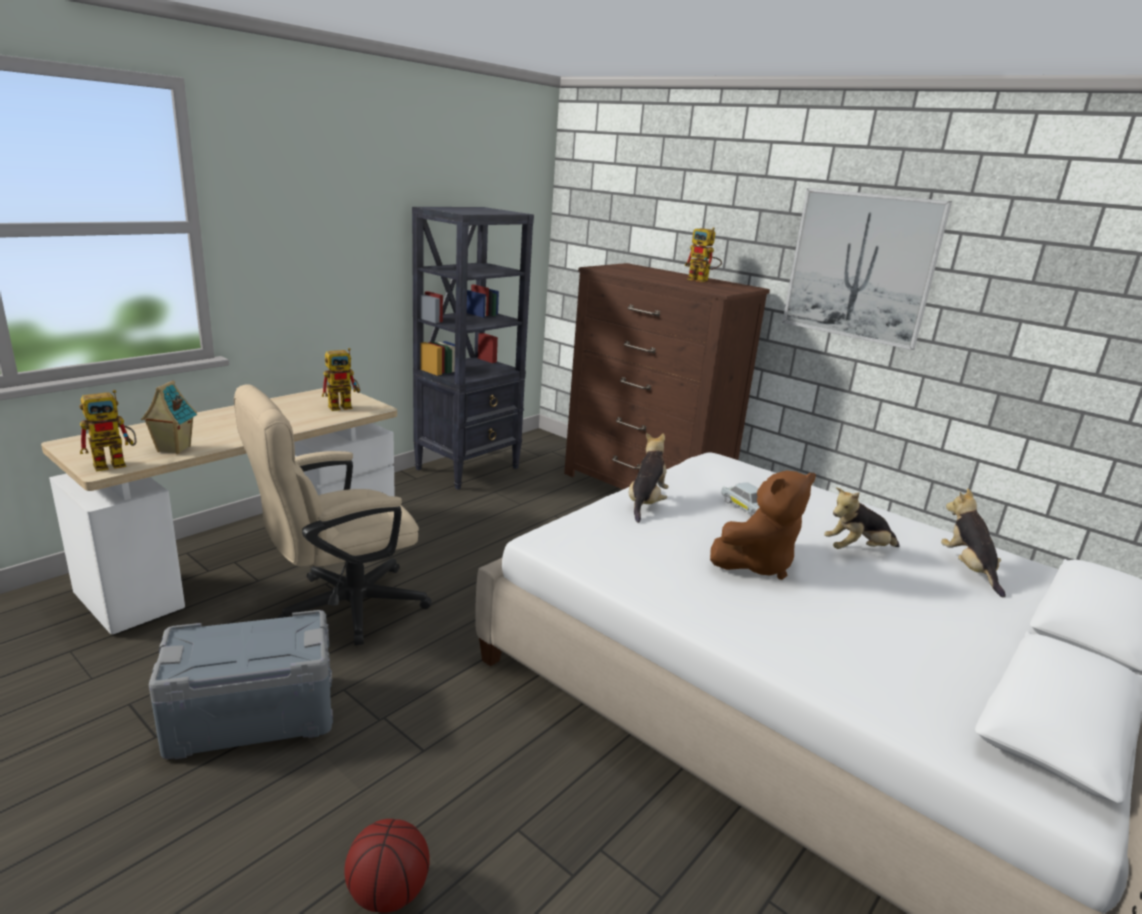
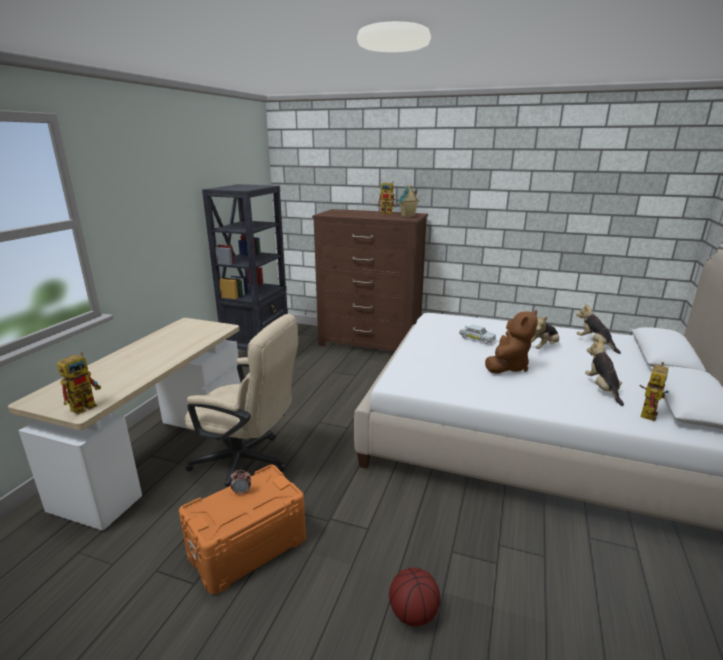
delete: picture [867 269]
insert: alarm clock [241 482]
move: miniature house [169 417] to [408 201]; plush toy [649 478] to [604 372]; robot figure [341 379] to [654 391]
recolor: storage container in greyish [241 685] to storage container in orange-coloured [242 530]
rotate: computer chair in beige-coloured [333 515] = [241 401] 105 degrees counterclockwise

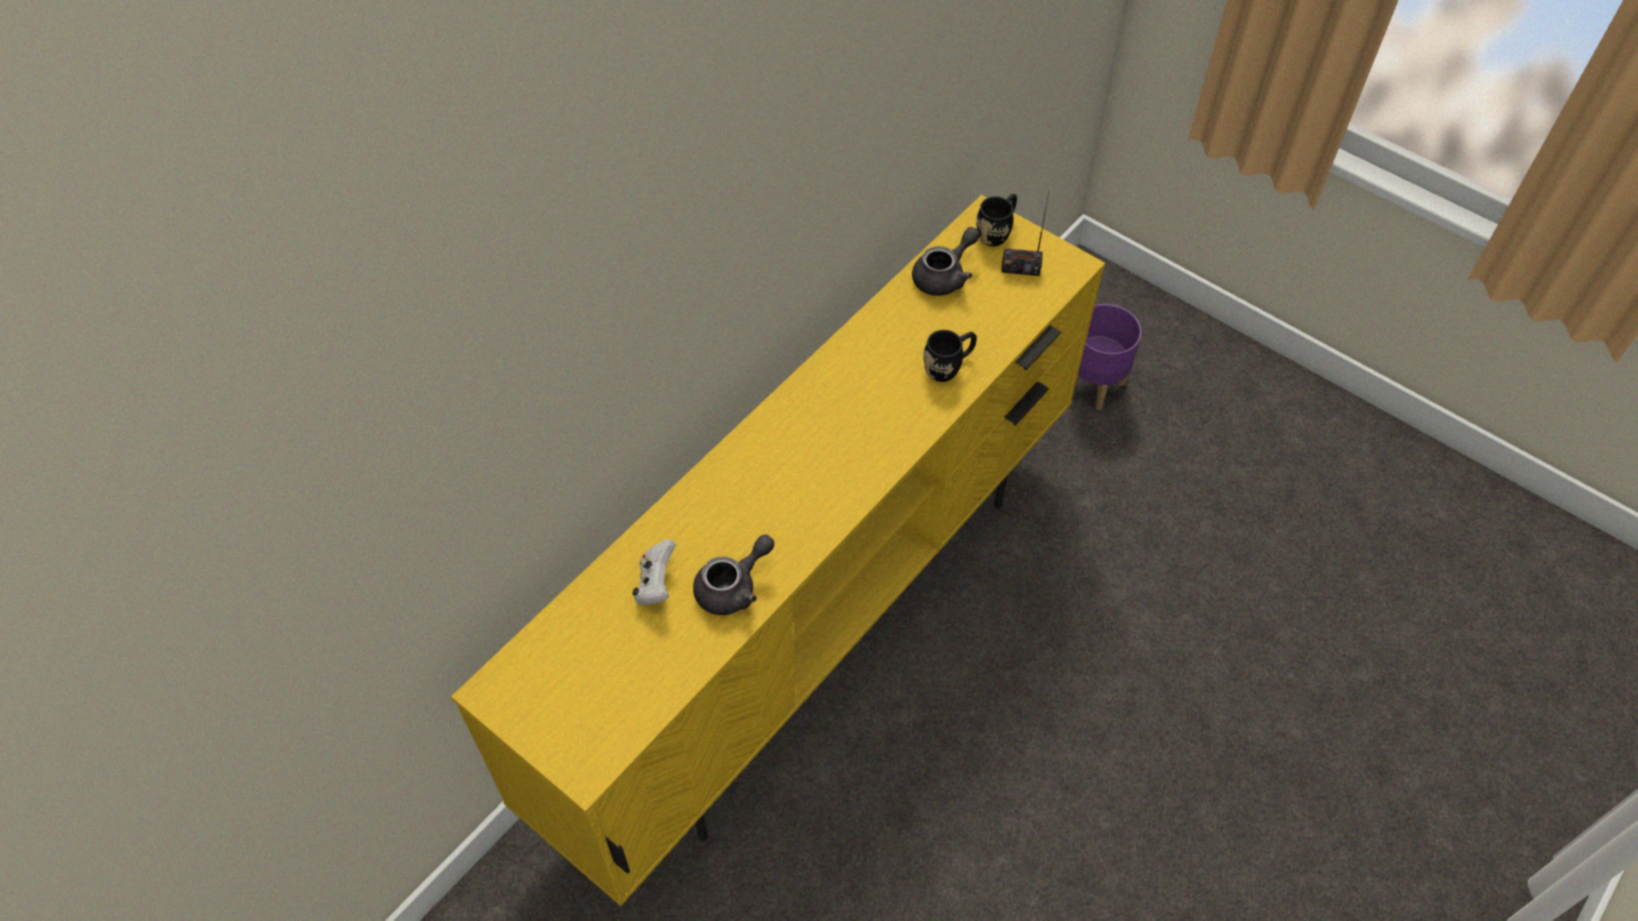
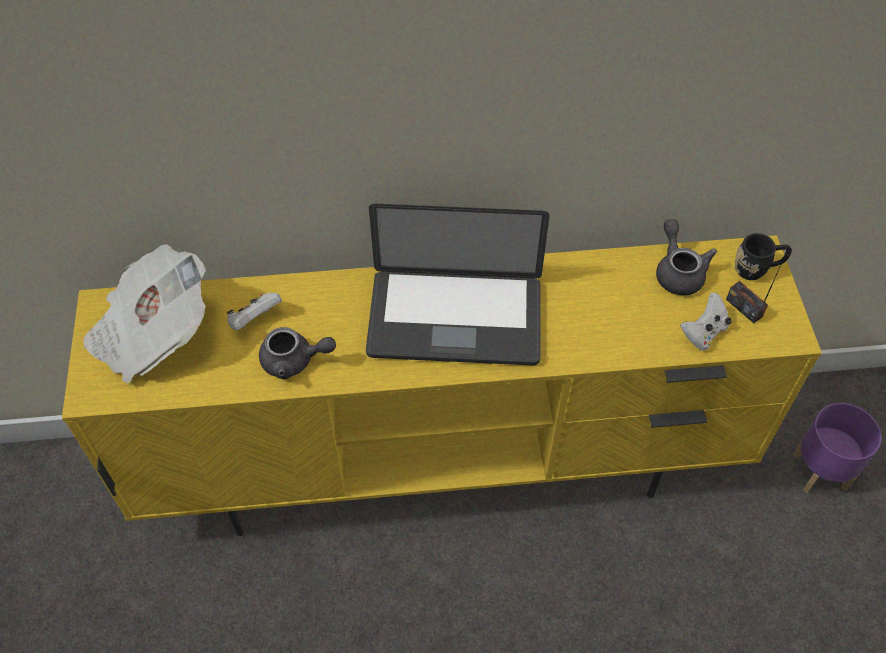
delete: coffee mug in black [950 356]
insert: daily paper [145 313]; portable computer [458 284]; joypad in whitish [706 322]
rotate: teapot in greyish [946 261] = [686 257] 105 degrees counterclockwise

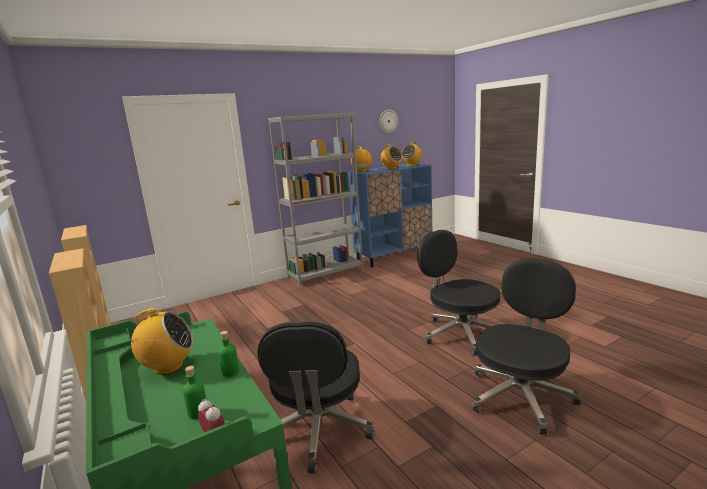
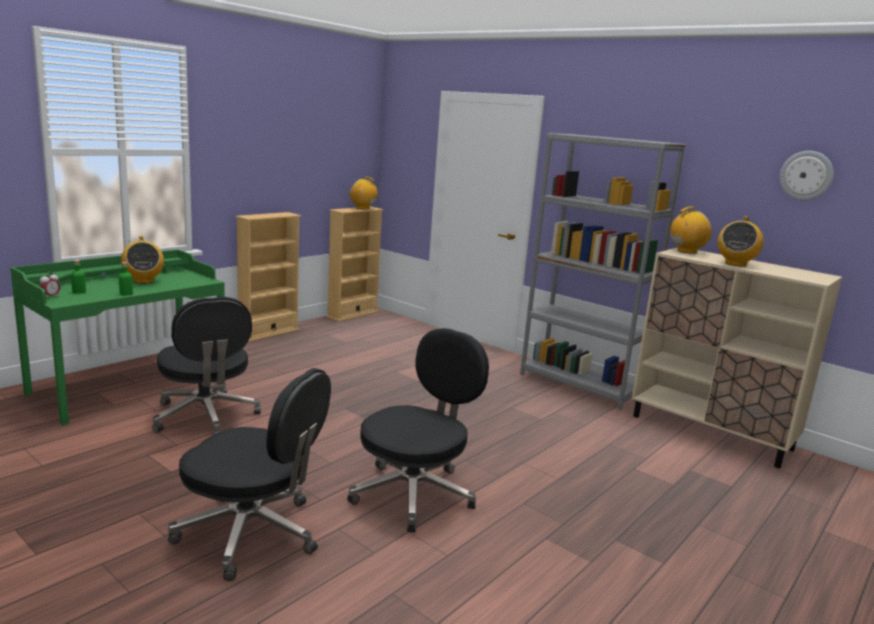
move: radio set [412 153] to [364 192]
recolor: cabinet in blue [390 216] to cabinet in beige-coloured [737 357]
rotate: computer chair in black [316 398] = [206 366] 105 degrees counterclockwise

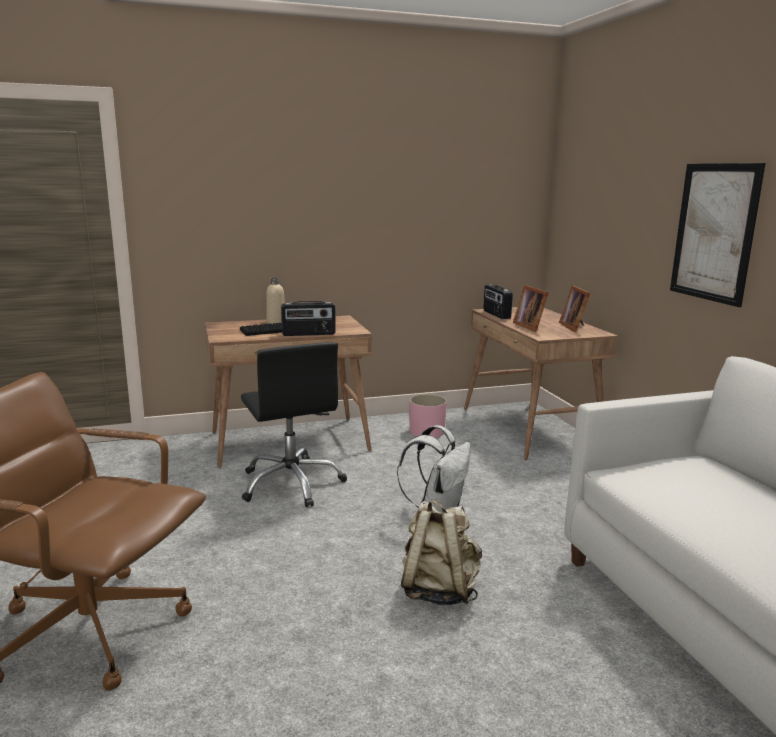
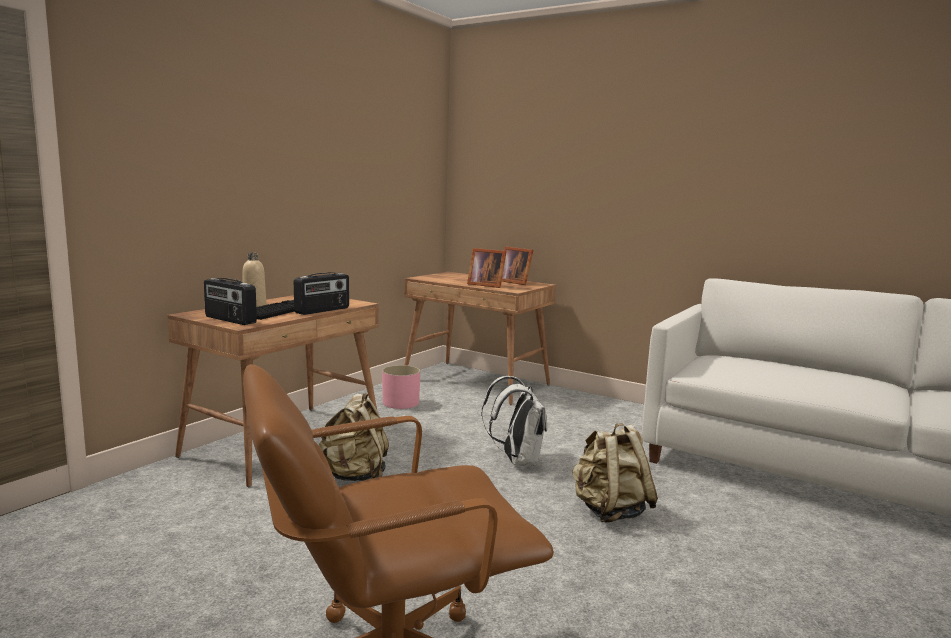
delete: picture [718 235]
move: radio set [498 301] to [230 301]
replace: computer chair in black [294 425] to backpack in beige-coloured [354 437]

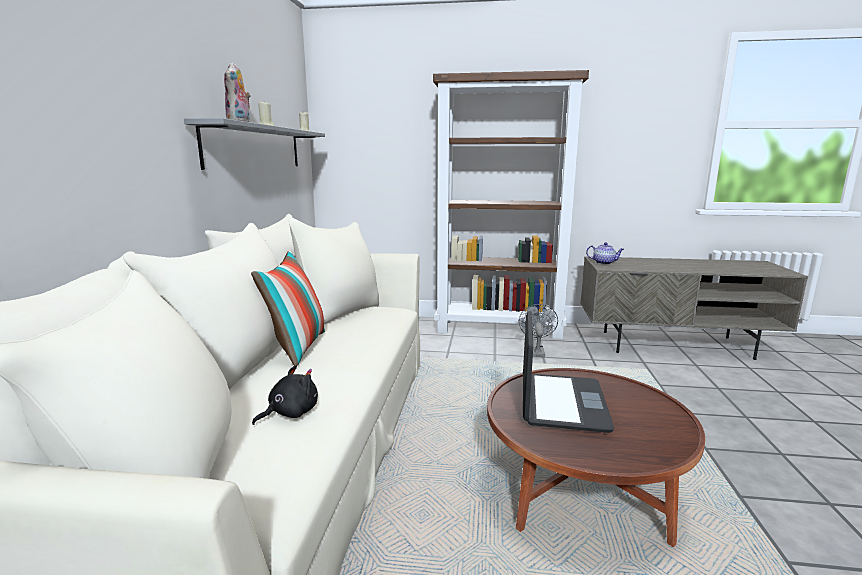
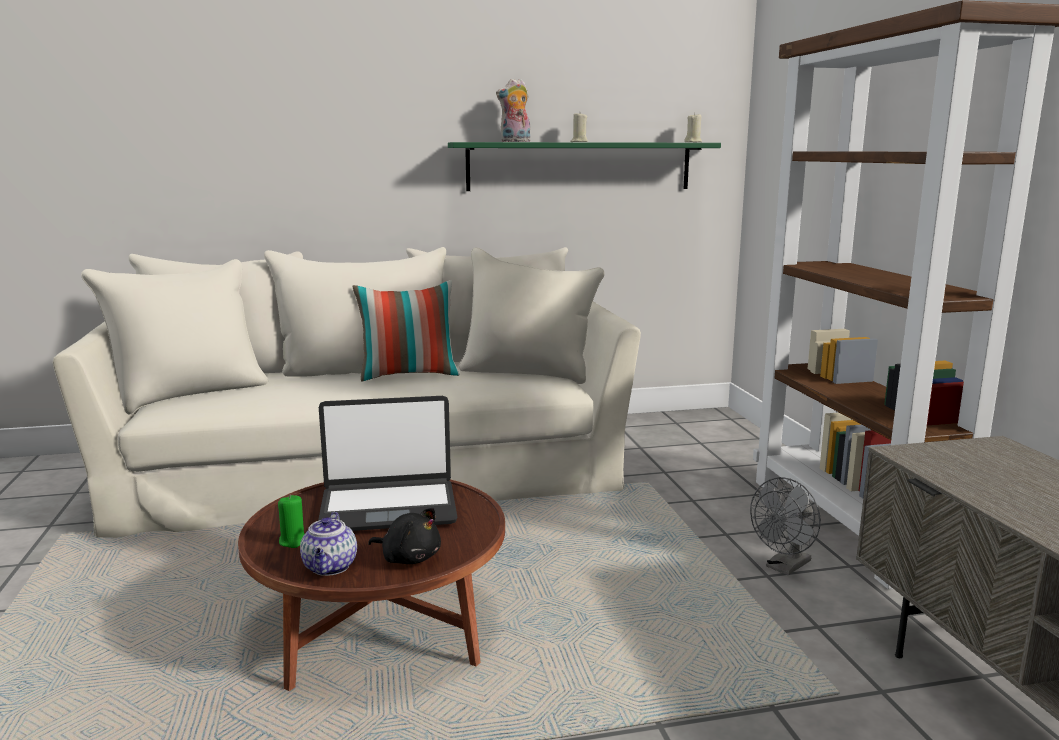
insert: wax candle in greenish [291 521]
move: teapot [605 253] to [328 544]; plush toy in black [285 395] to [404 536]
recolor: wall shelf in greyish [254 144] to wall shelf in greenish [584 166]
rotate: cooling fan in greyish [538 330] = [785 526] 150 degrees clockwise

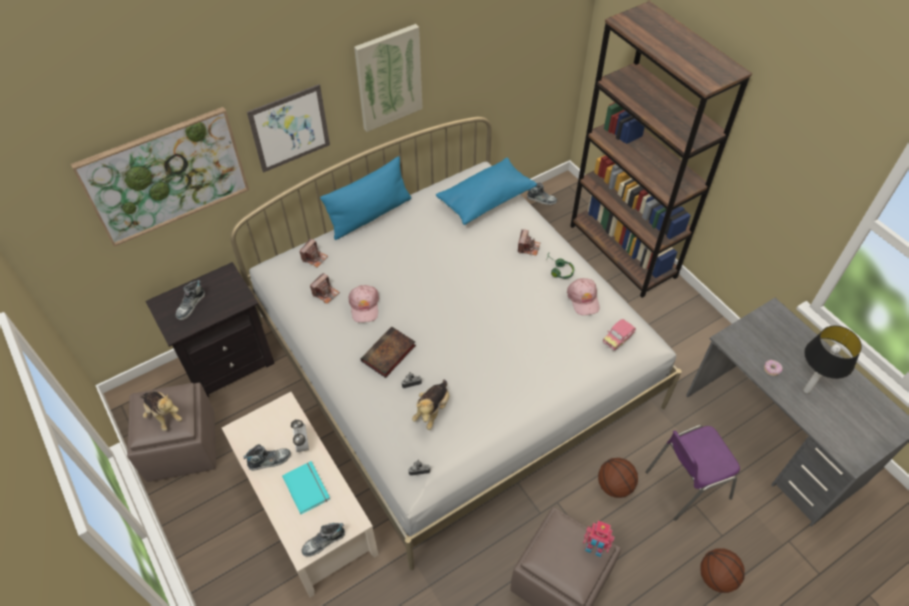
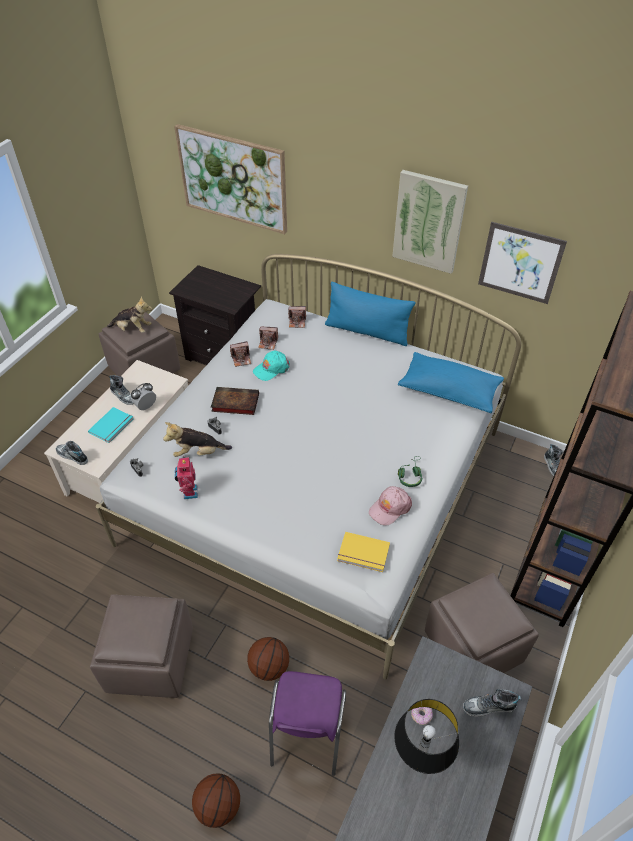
insert: ottoman in brown [482 623]
move: robot figure [598 538] to [186 477]; photo camera [529 242] to [240 354]; item of footwear [190 300] to [492 703]; picture [288 128] to [522 263]
replace: model car [619 335] to book in yellow [363 552]
recolor: peaked cap in pink-coloured [363 303] to peaked cap in turquoise [271 366]
rotate: plush toy [161 411] = [129 314] 90 degrees counterclockwise; plain chair in purplish [692 473] = [307 723] 120 degrees counterclockwise

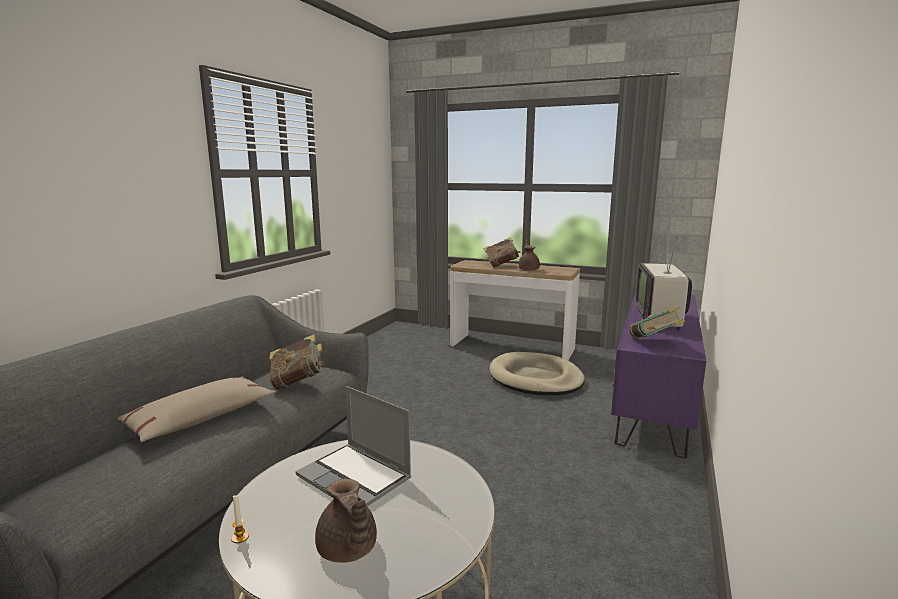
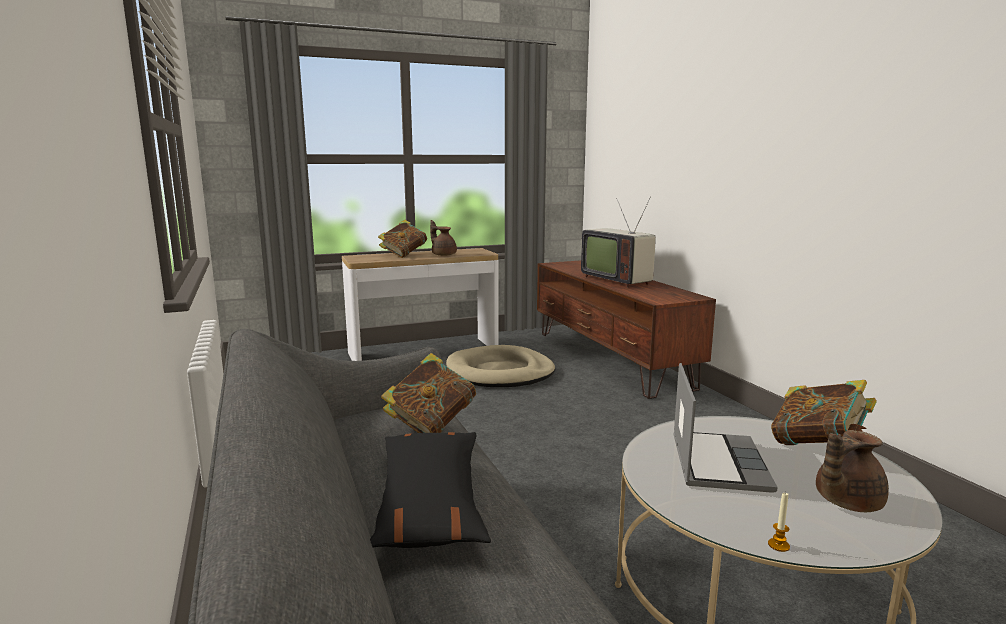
move: book [657 322] to [824 412]
recolor: cushion in beige-coloured [197 409] to cushion in black [430 490]; media console in purplish [658 374] to media console in brown [626 329]
rotate: portable computer [353 446] = [725 428] 75 degrees counterclockwise; teapot in brown [346 521] = [852 471] 135 degrees clockwise

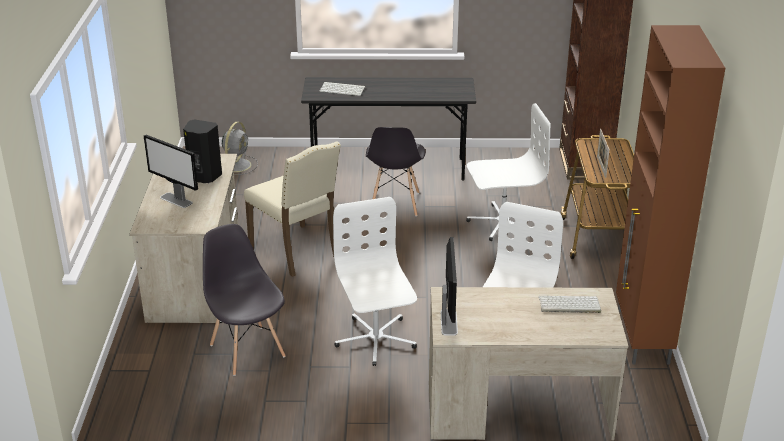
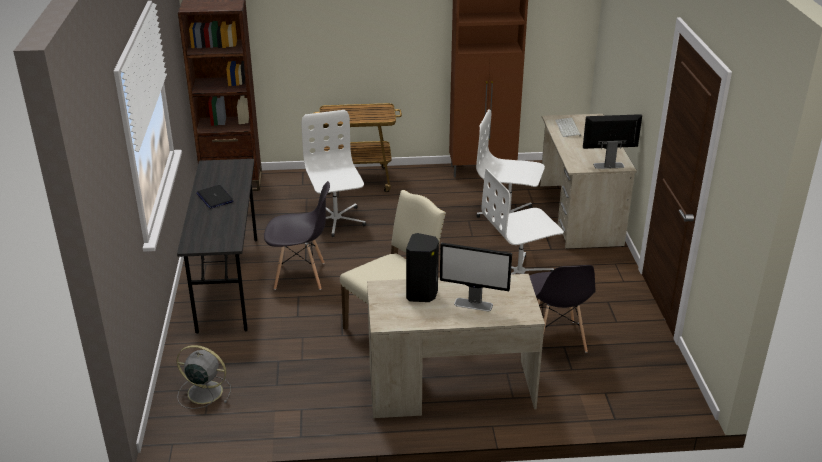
delete: PC keyboard [342 89]; standing frame [603 153]
insert: portable computer [215 196]
rotate: computer screen [171 171] = [476 277] 75 degrees clockwise; plain chair in greyish [244 300] = [562 309] 60 degrees counterclockwise

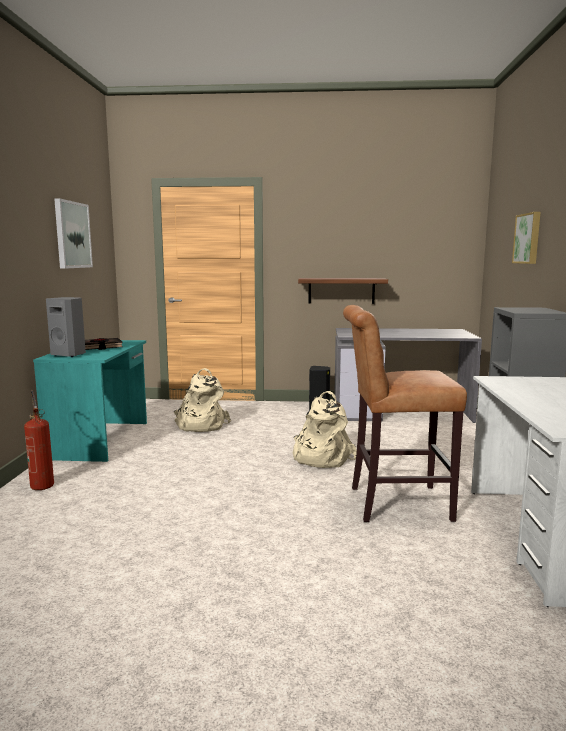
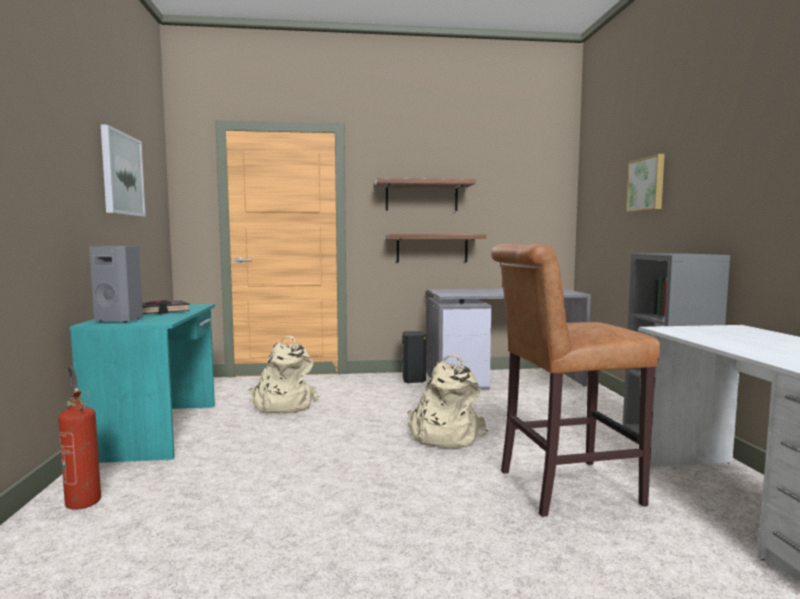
insert: wall shelf [425 194]

